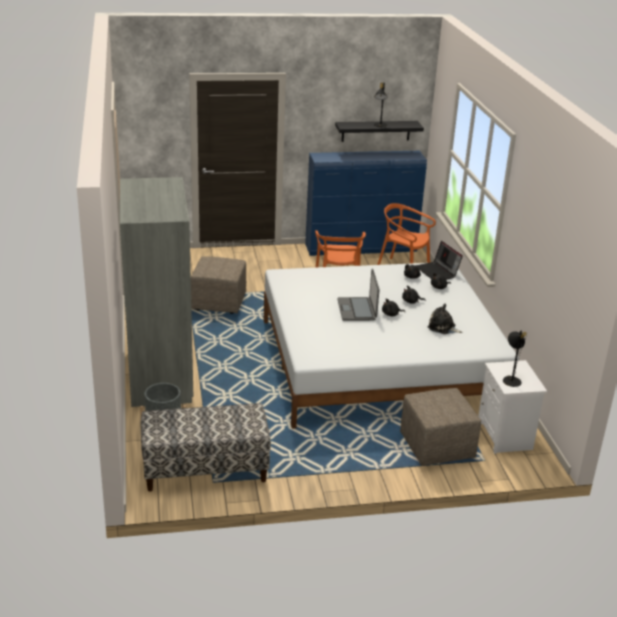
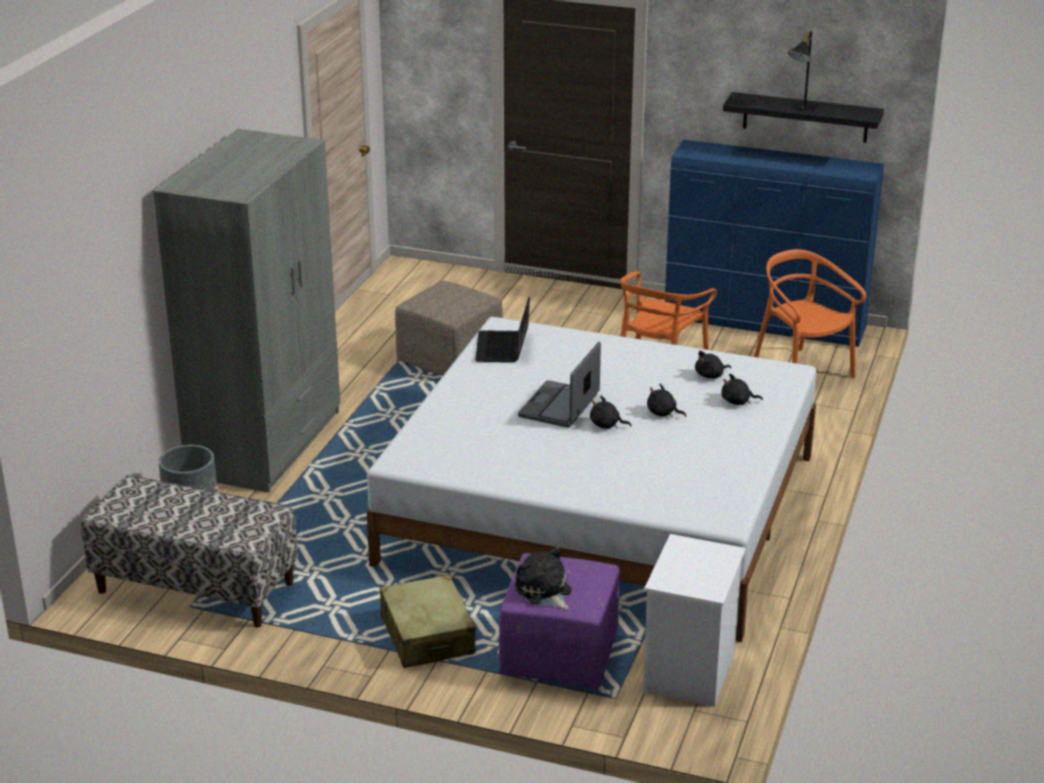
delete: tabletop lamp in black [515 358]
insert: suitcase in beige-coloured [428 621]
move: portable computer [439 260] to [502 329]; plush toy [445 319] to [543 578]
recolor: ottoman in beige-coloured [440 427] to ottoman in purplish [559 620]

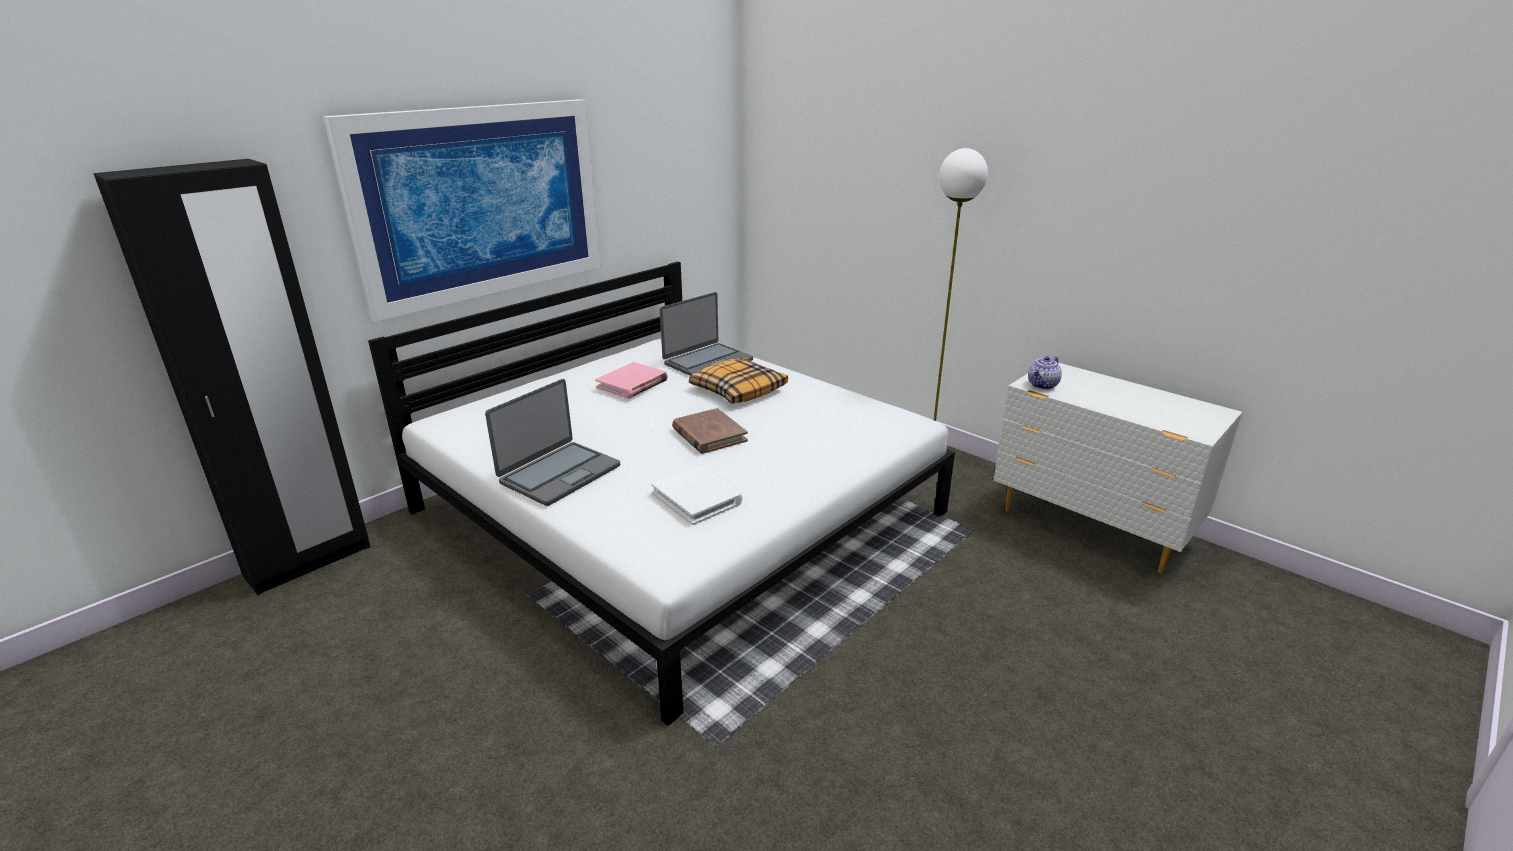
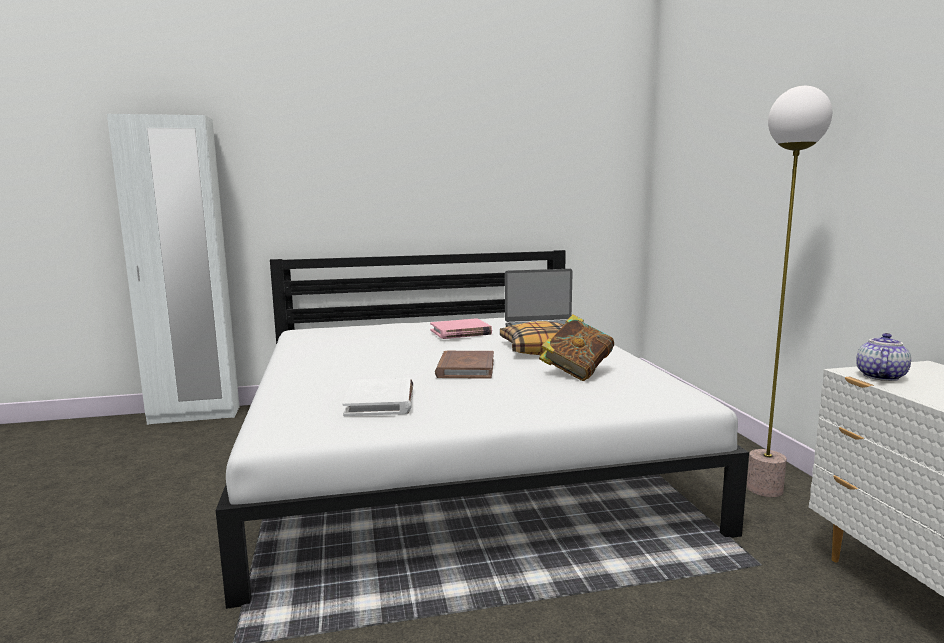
delete: picture [462 210]; portable computer [552 442]
insert: book [576 347]
recolor: clothes cupboard in black [231 377] to clothes cupboard in whitish [173 269]
rotate: teapot [1045 373] = [883 357] 135 degrees clockwise

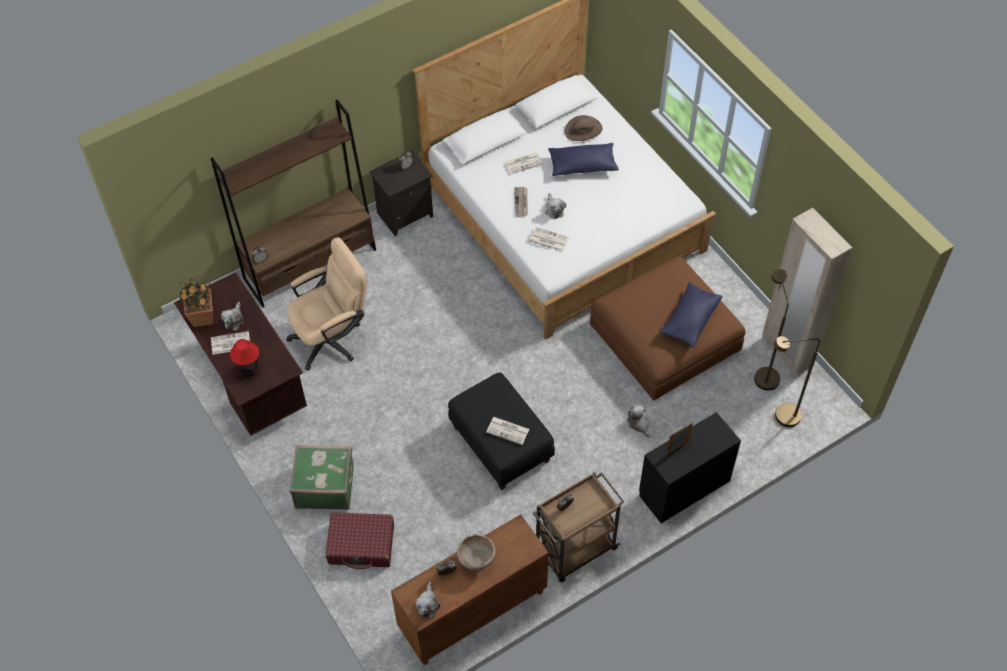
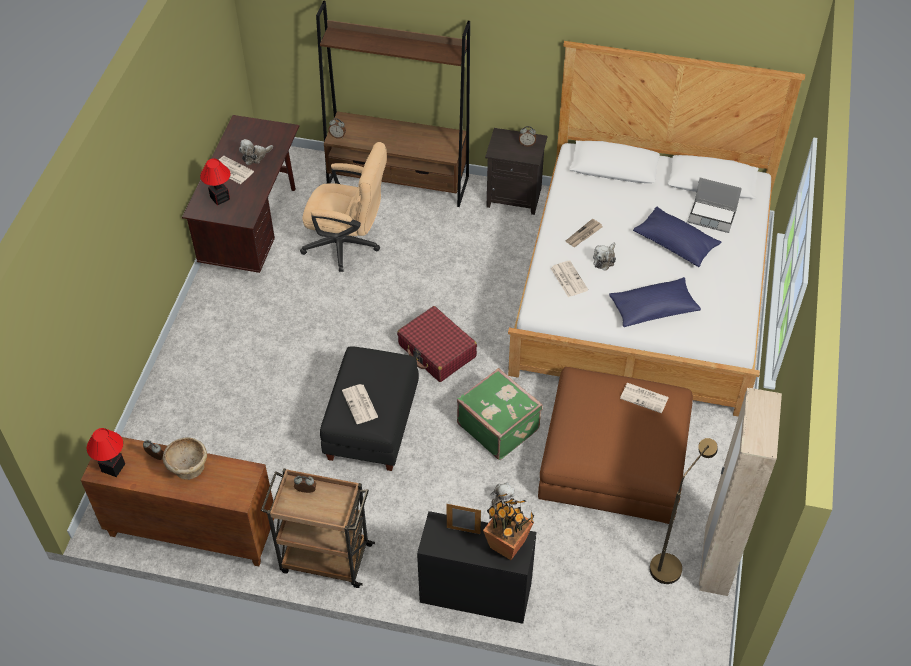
delete: floor lamp in brown [797 381]
move: suitcase in red-coloured [359 540] to [437 344]; suitcase in greenish [322 477] to [500 414]; plant in a pot [196 301] to [508 526]; cushion in blue [691 315] to [655 302]; daily paper [523 163] to [644 398]
replace: plush toy [427 599] to tabletop lamp [106 452]; clothing hat in brown [583 128] to portable computer [714 205]

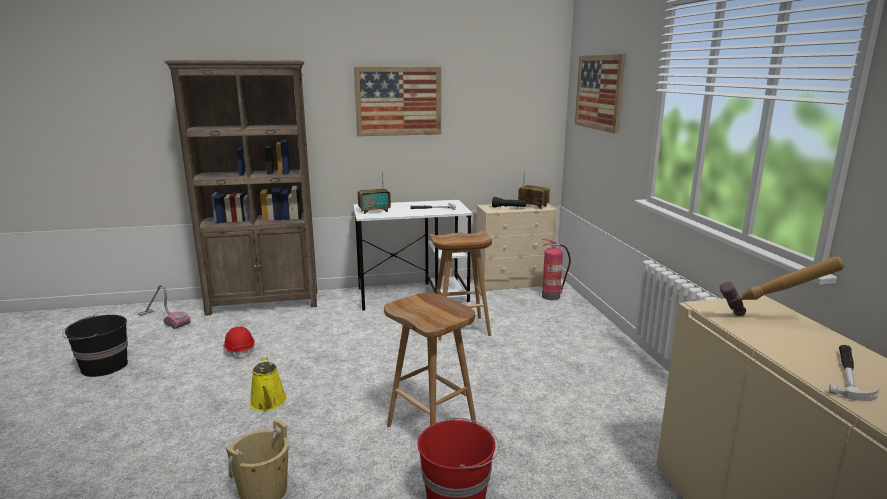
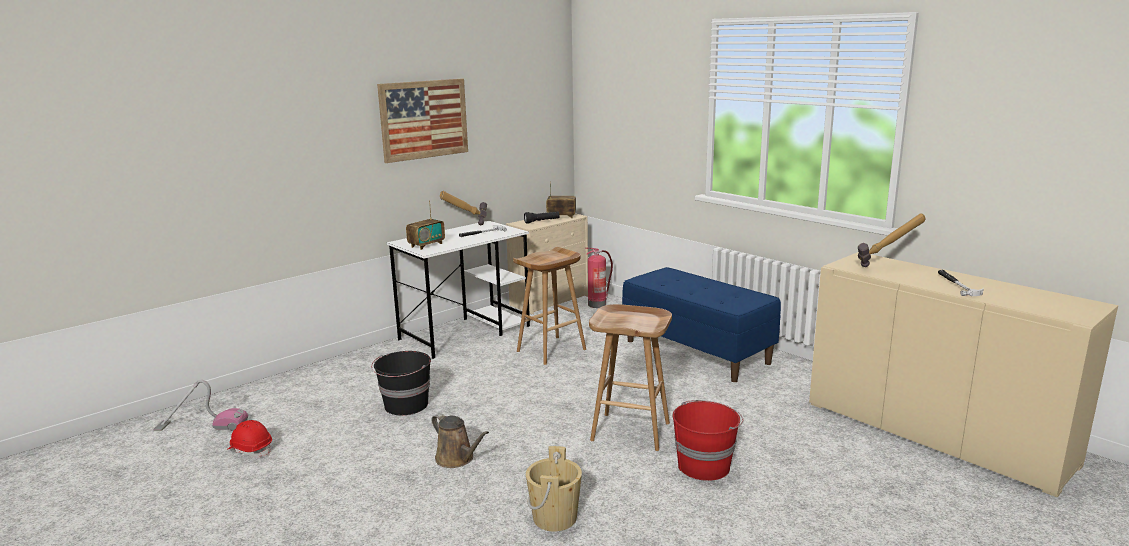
delete: shelving unit in brown [241 188]; picture [600 94]
insert: hand hammer [463 208]; bench in blue [701 324]
move: hard hat in red-coloured [239 342] to [249 439]; pail in black [95 345] to [401 383]
recolor: watering pot in yellow [268 384] to watering pot in brown [460 440]

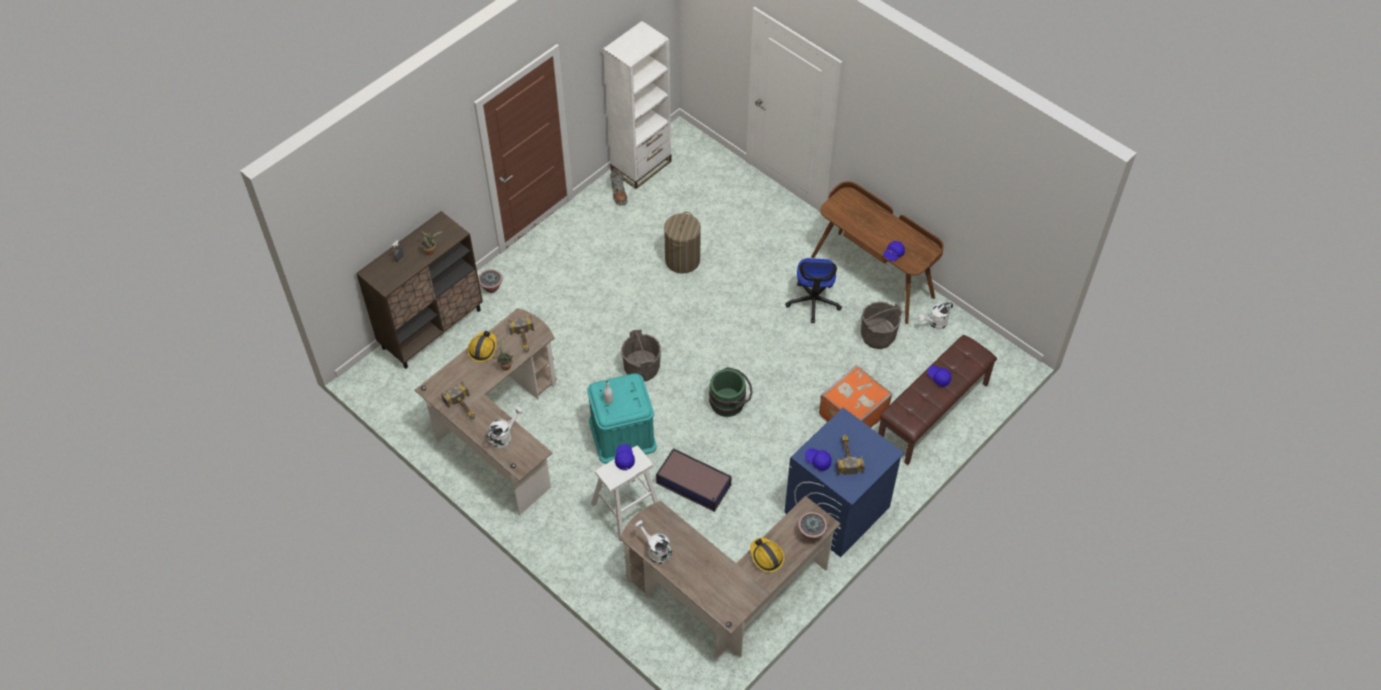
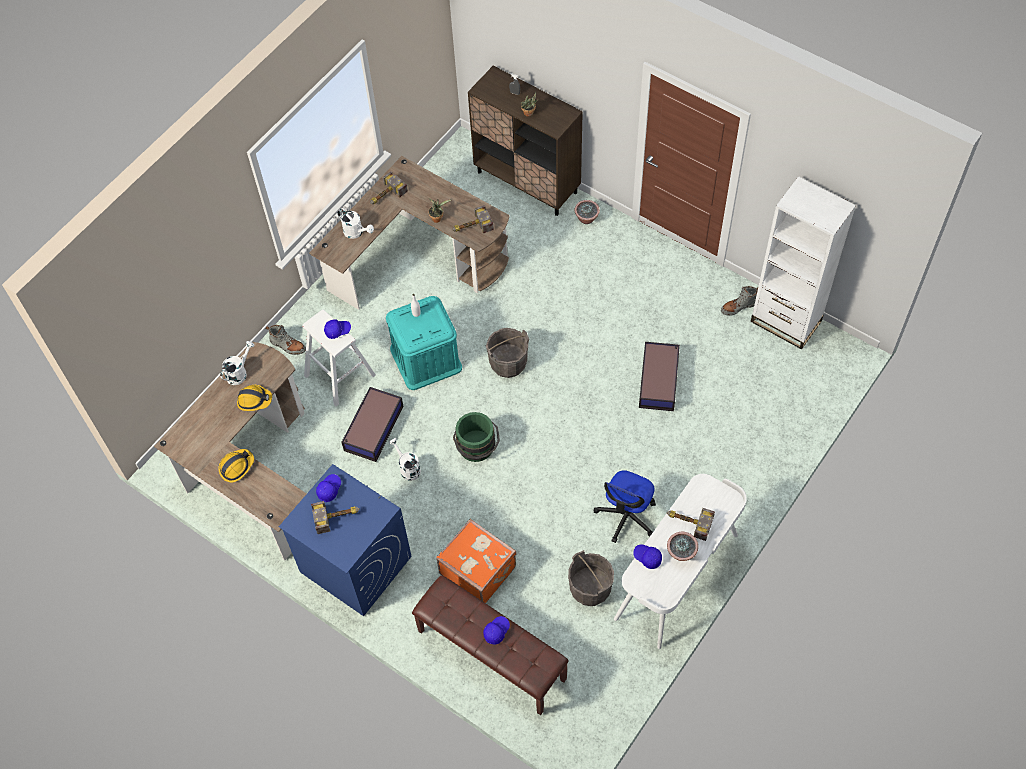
insert: high-top boot in greyish [286 340]; hand hammer [691 524]
move: hard hat [482 346] to [254 398]; watering pot in whitish [935 315] to [405 459]; plant in a pot [812 526] to [682 546]
replace: laundry basket [682 243] to storage container [659 376]
recolor: desk unit in brown [877 252] to desk unit in whitish [680 561]
rotate: computer chair [813 291] = [625 506] 60 degrees counterclockwise

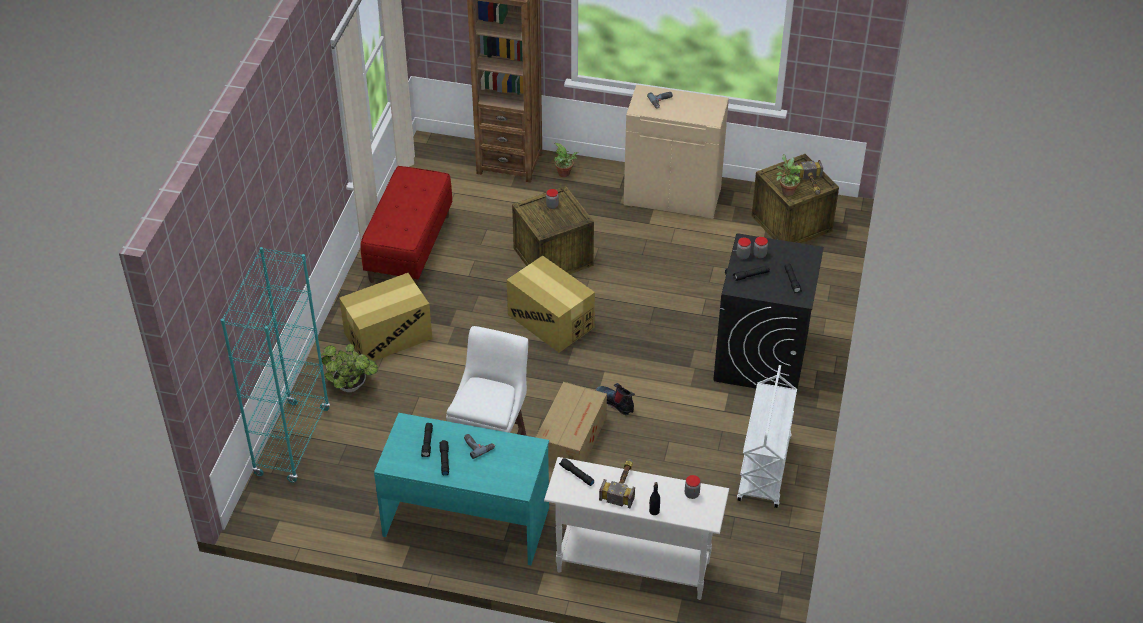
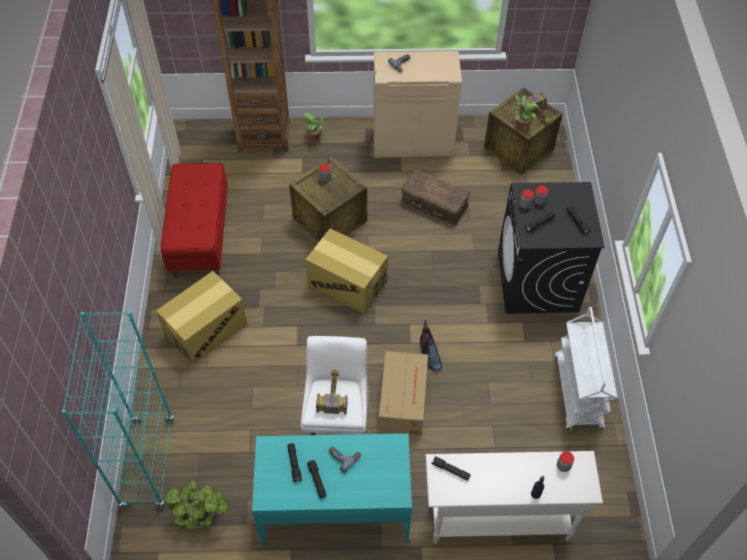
insert: storage container in brown [435 198]
move: plant in a pot [349 368] to [197 505]; hand hammer [617 483] to [332 392]
rotate: high-top boot [615 399] = [431 346] 135 degrees counterclockwise

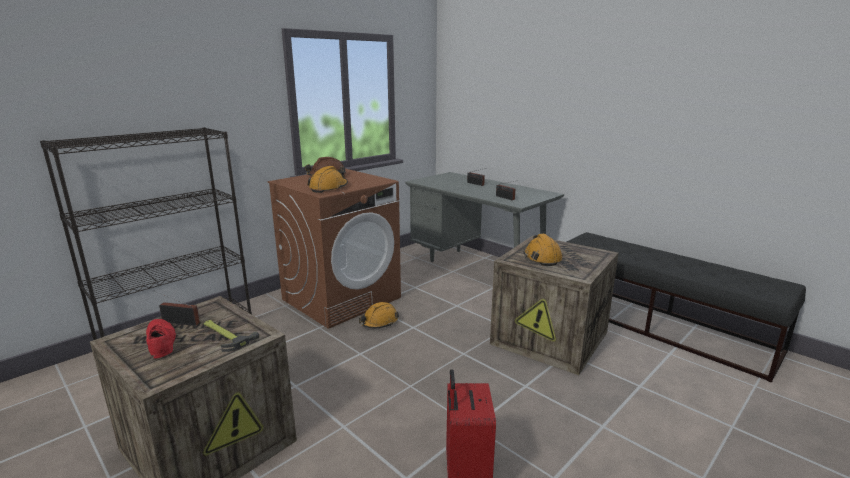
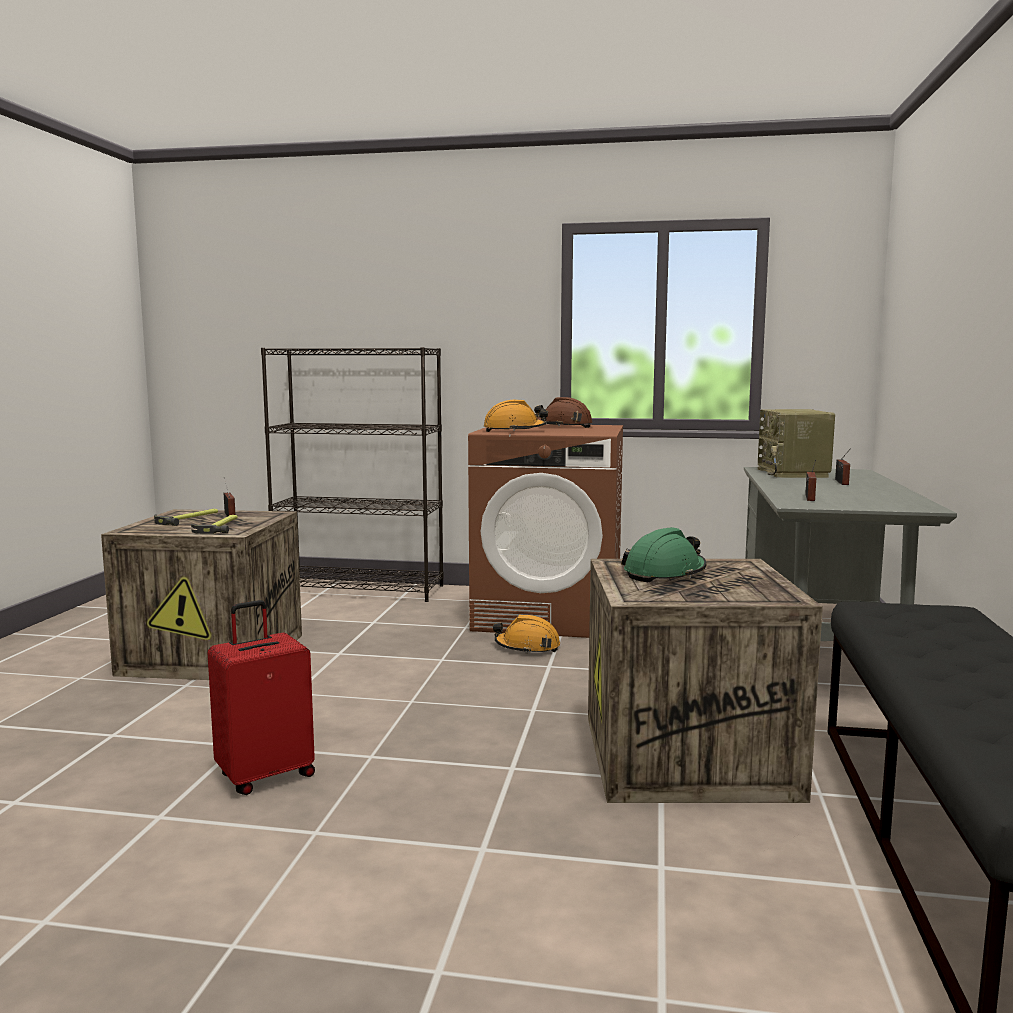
insert: radio set [796 443]
replace: item of footwear in red-coloured [161 339] to hand hammer [186 517]
recolor: hard hat in orange-coloured [543 250] to hard hat in greenish [664 554]

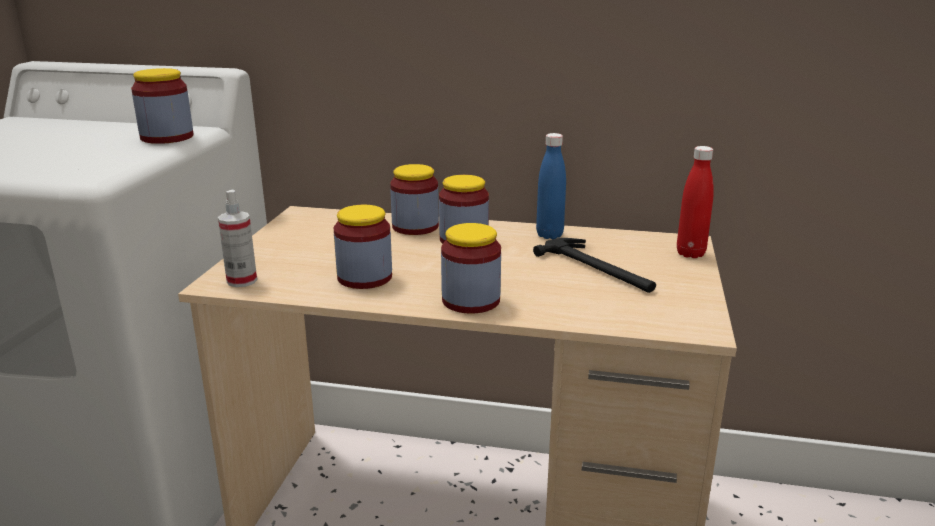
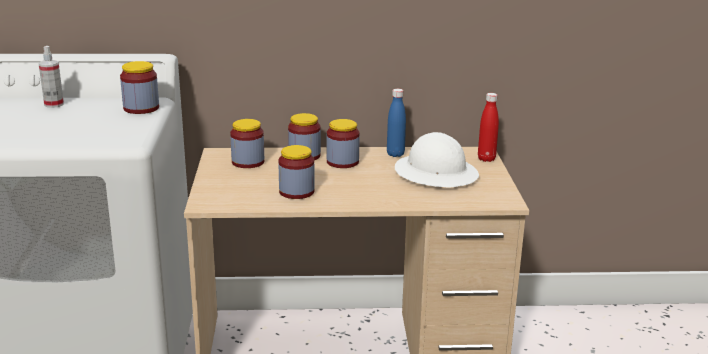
move: sprayer [237 238] to [51 77]; storage jar [471 268] to [247 143]
replace: hand hammer [594 265] to hard hat in whitish [437 160]

